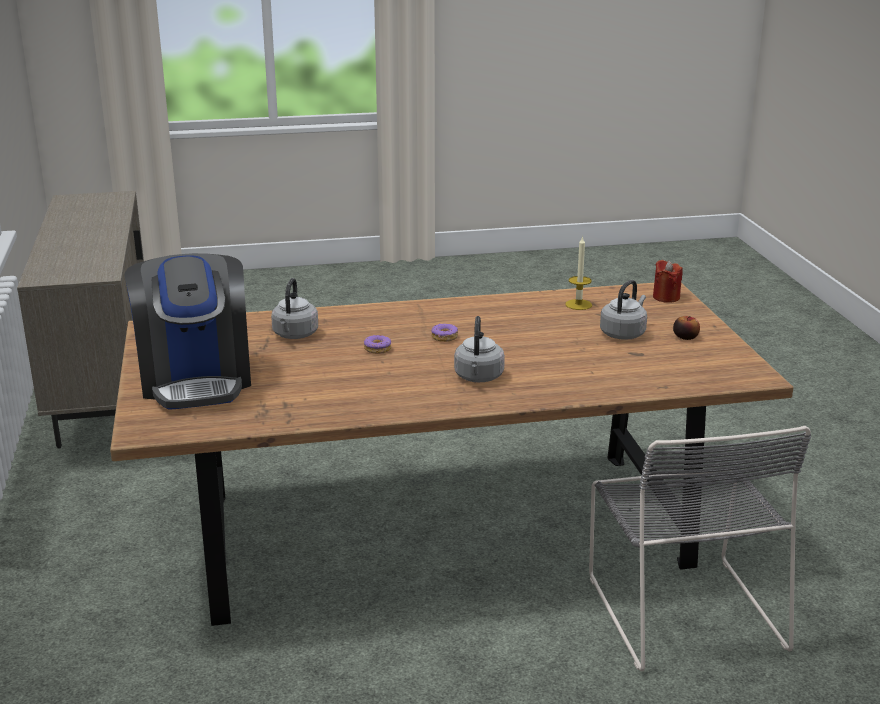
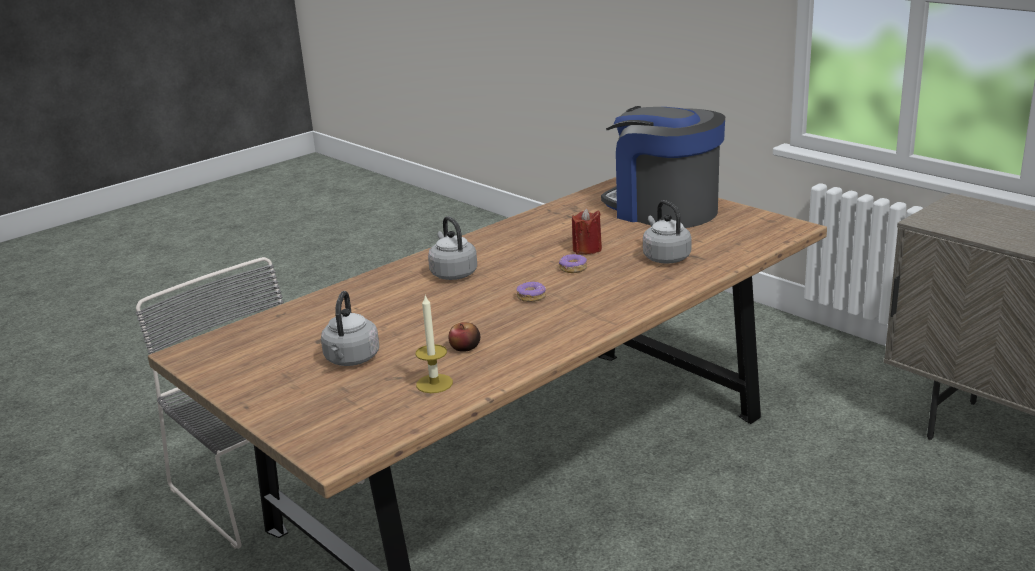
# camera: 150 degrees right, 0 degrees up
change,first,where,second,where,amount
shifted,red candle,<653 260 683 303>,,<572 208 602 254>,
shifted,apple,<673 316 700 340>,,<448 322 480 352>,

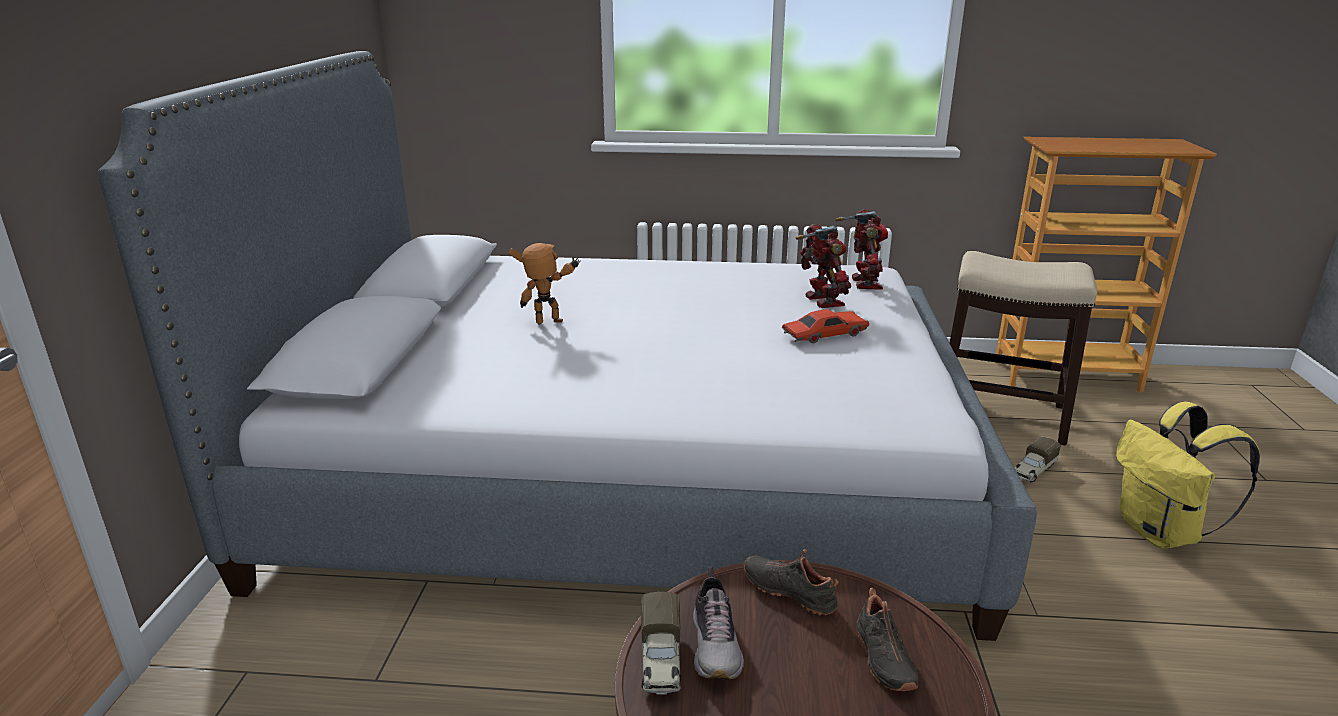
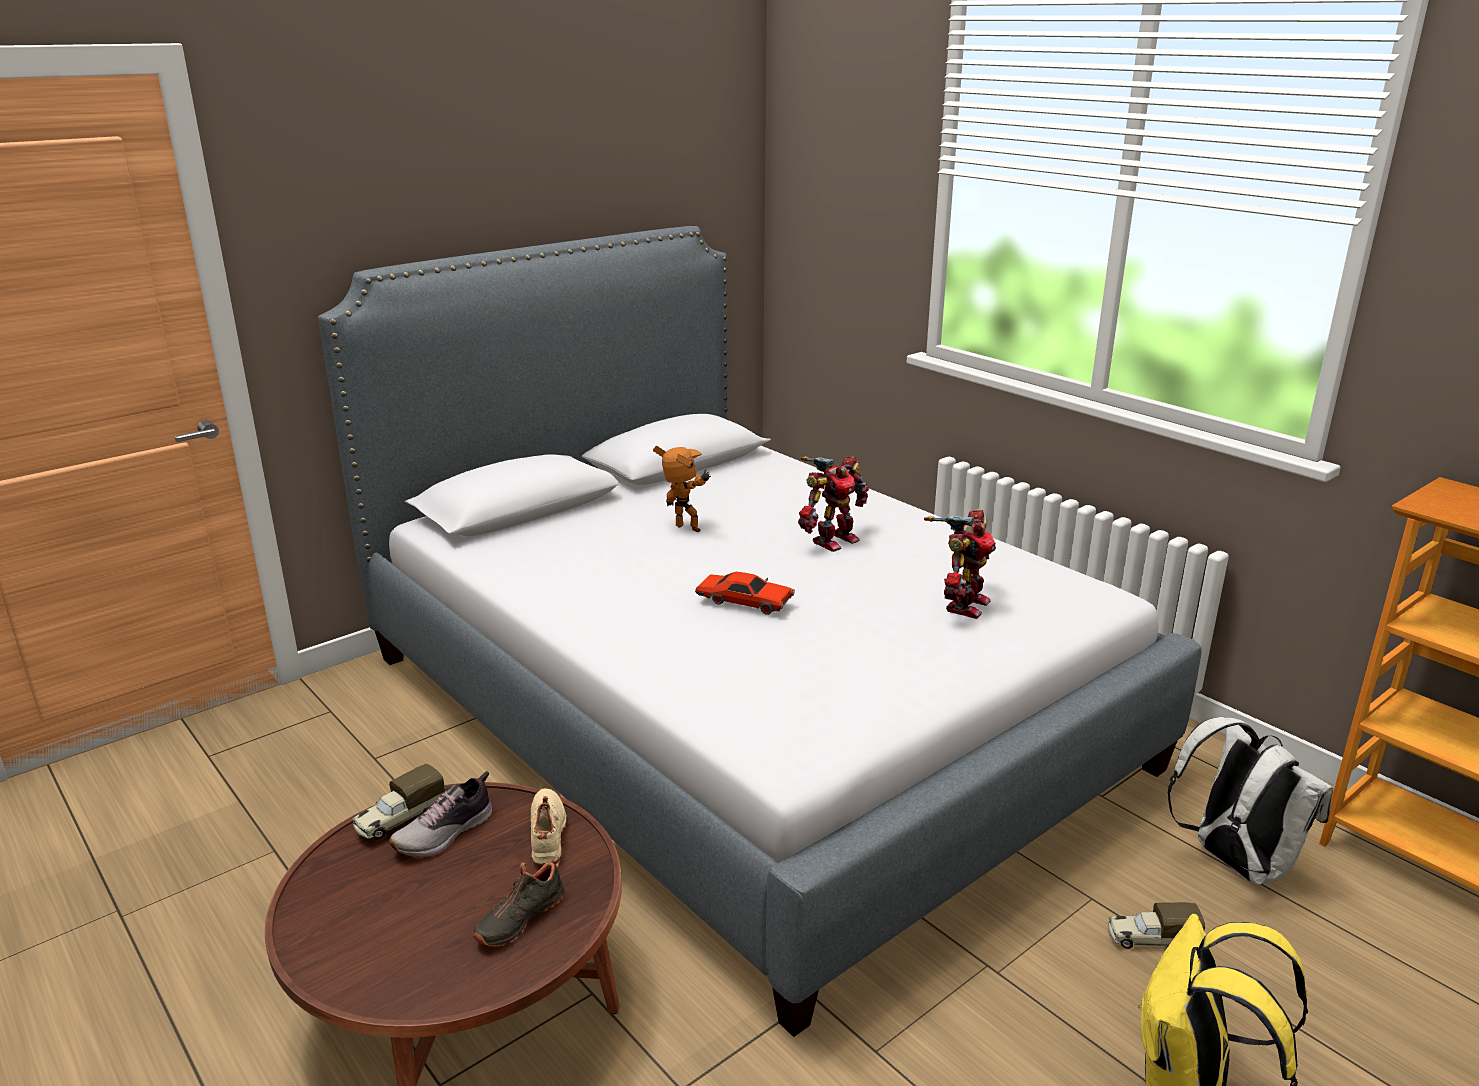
# camera: 45 degrees right, 0 degrees up
change,first,where,second,where,amount
shifted,red toy car,<782 309 869 343>,,<695 572 795 615>,
shifted,toy robot,<836 209 888 290>,,<798 456 869 552>,
swapped,stool,<950 251 1097 445>,white backpack,<1167 717 1333 885>,
repainted,black shoe,<744 549 838 615>,beige shoe,<531 788 567 865>,

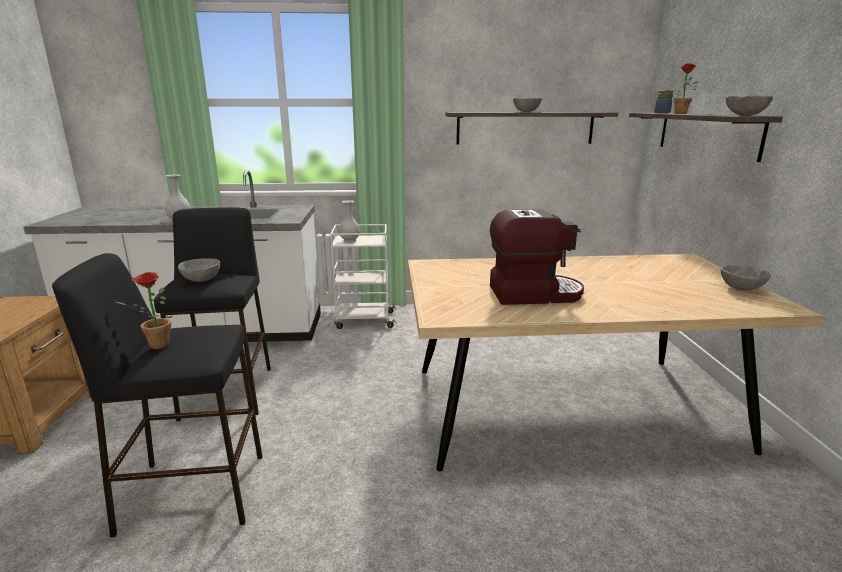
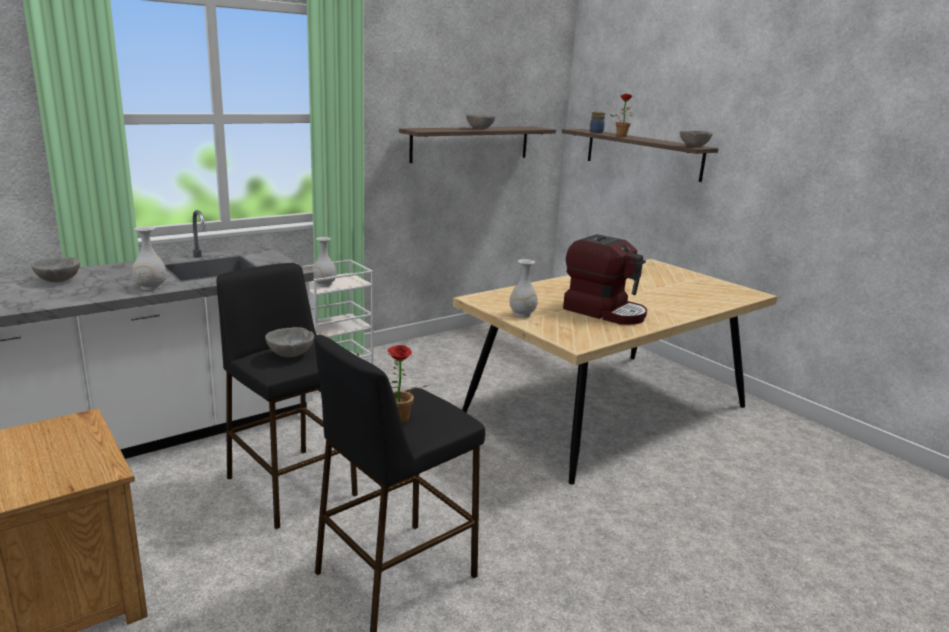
# camera: 35 degrees left, 0 degrees up
change,first,where,second,where,amount
new,,,white vase,<509 259 538 317>,
shifted,grey bowl,<721 265 771 290>,,<31 257 80 282>,
rotated,coffee machine,<490 209 584 305>,,<563 234 647 325>,75 degrees clockwise

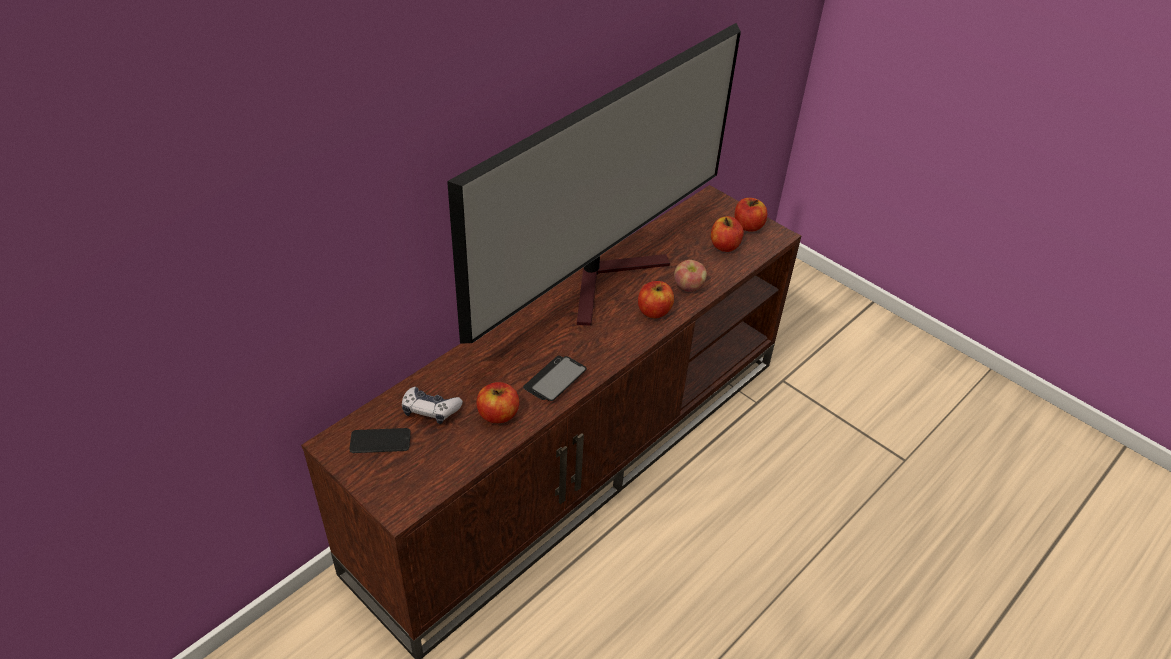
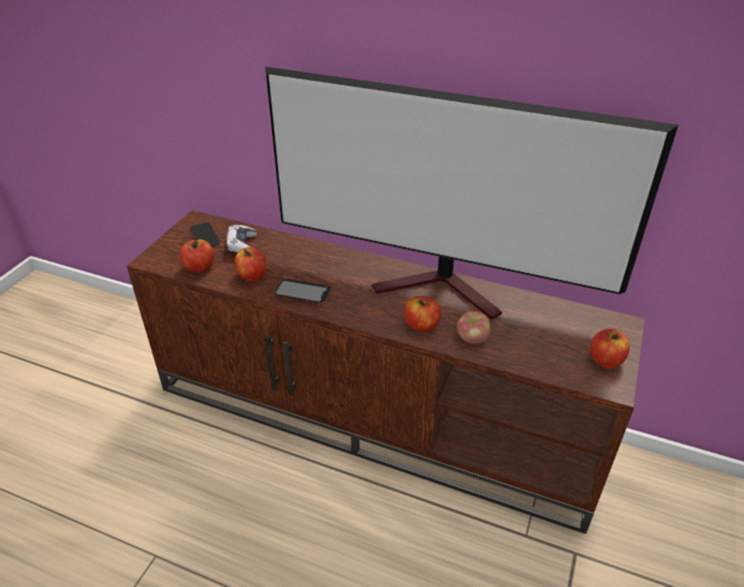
# camera: 70 degrees right, 5 degrees down
change,first,where,second,where,amount
shifted,apple,<711 216 744 252>,,<180 239 214 272>,

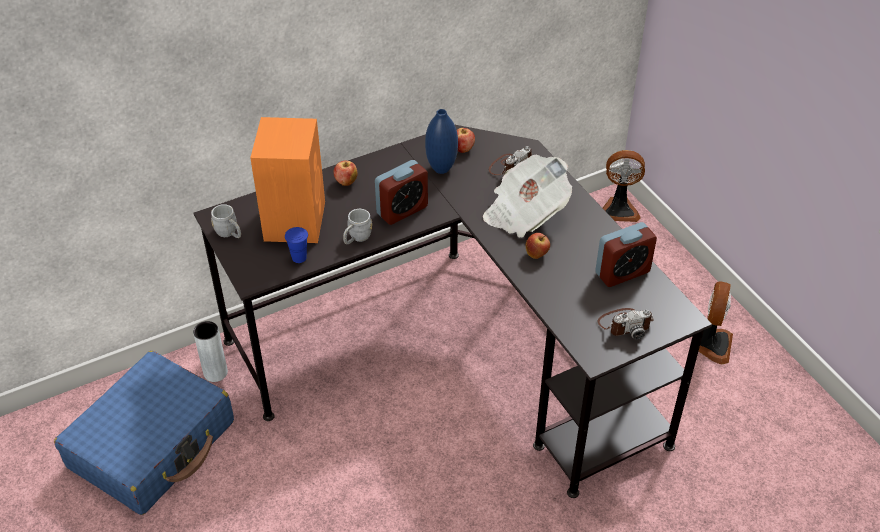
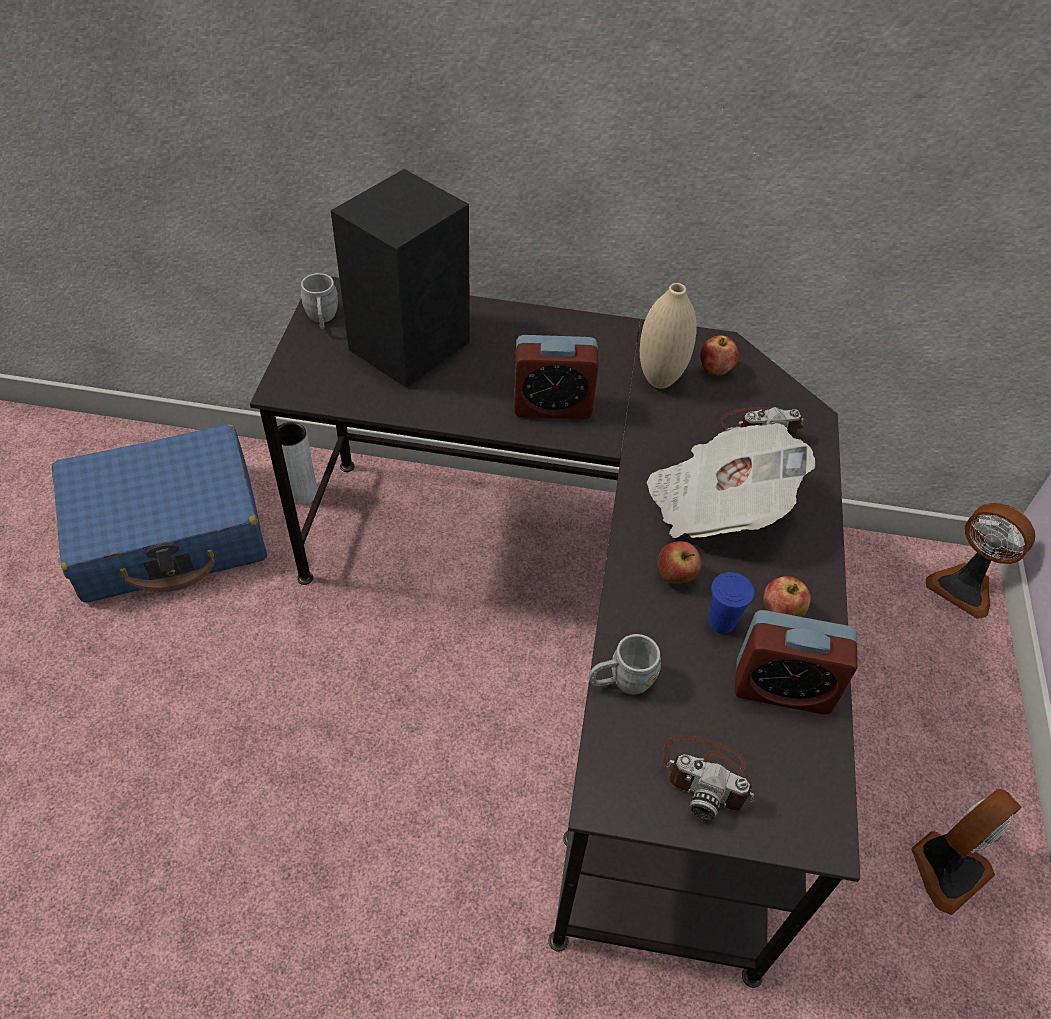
# camera: 35 degrees right, 5 degrees up
change,first,where,second,where,amount
shifted,blue cup,<285 227 308 263>,,<709 572 755 634>,
shifted,apple,<334 161 358 186>,,<763 576 811 617>,
shifted,grey mug,<343 209 372 244>,,<589 634 661 695>,
repainted,orange speaker,<250 117 325 243>,black speaker,<331 169 470 388>,
repainted,blue vase,<425 109 458 174>,beige vase,<640 283 697 389>,

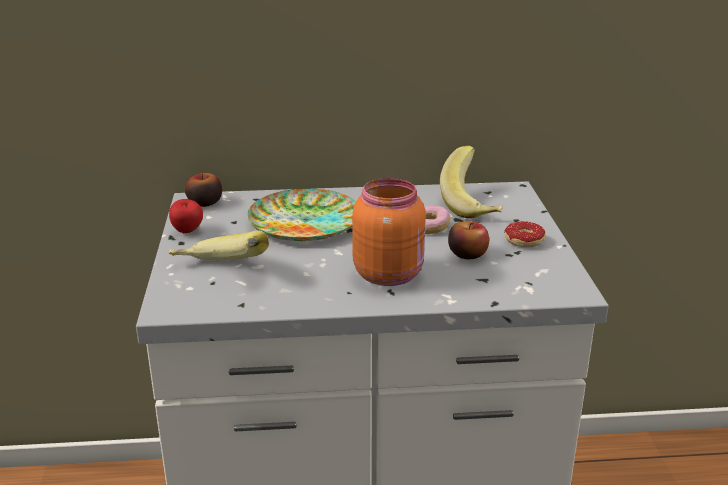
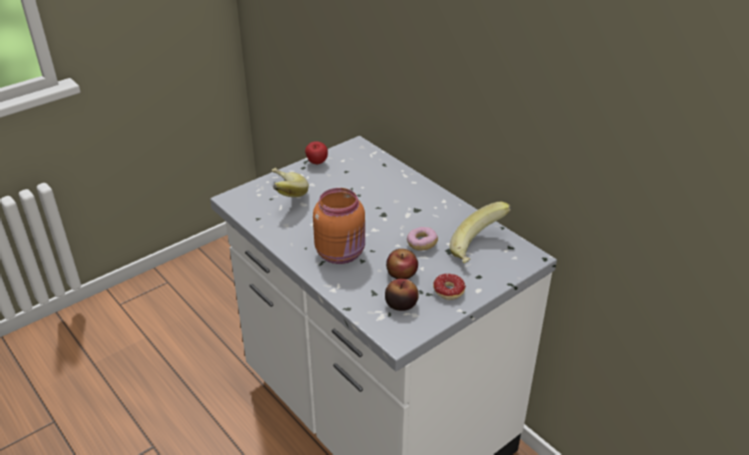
# camera: 55 degrees right, 10 degrees up
change,first,where,second,where,amount
gone,plate,<247 189 356 241>,,,
shifted,apple,<185 172 222 207>,,<385 279 419 311>,

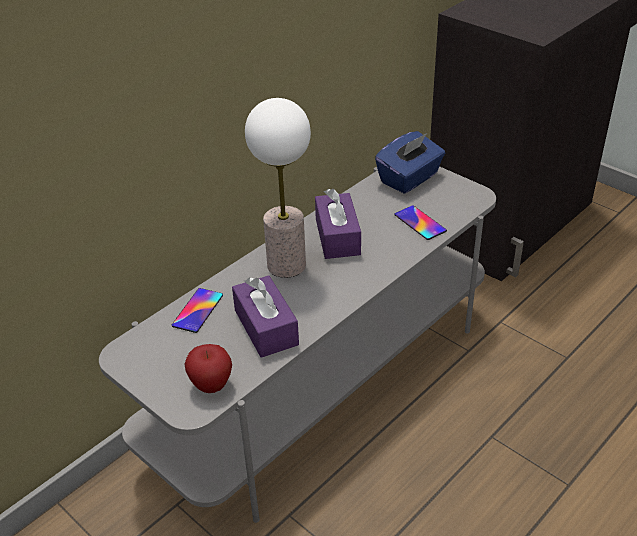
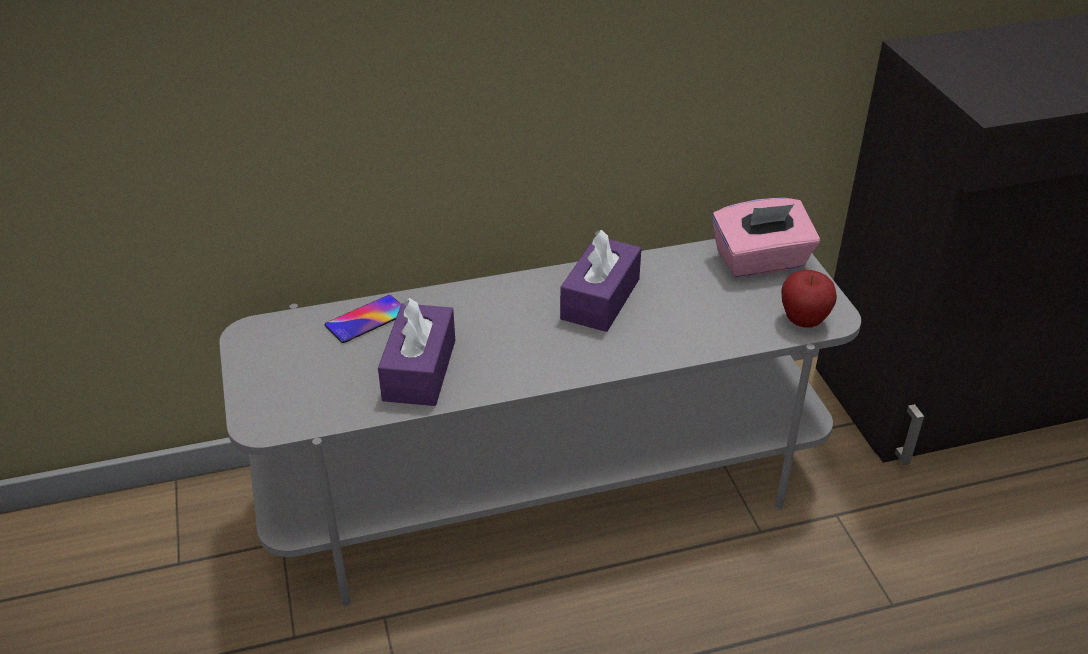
# camera: 30 degrees right, 0 degrees up
change,first,where,second,where,amount
gone,table lamp,<245 98 311 278>,,,
gone,phone,<394 205 447 240>,,,
shifted,apple,<184 344 232 393>,,<781 270 837 327>,
repainted,blue tissue box,<375 131 445 193>,pink tissue box,<712 198 820 278>,

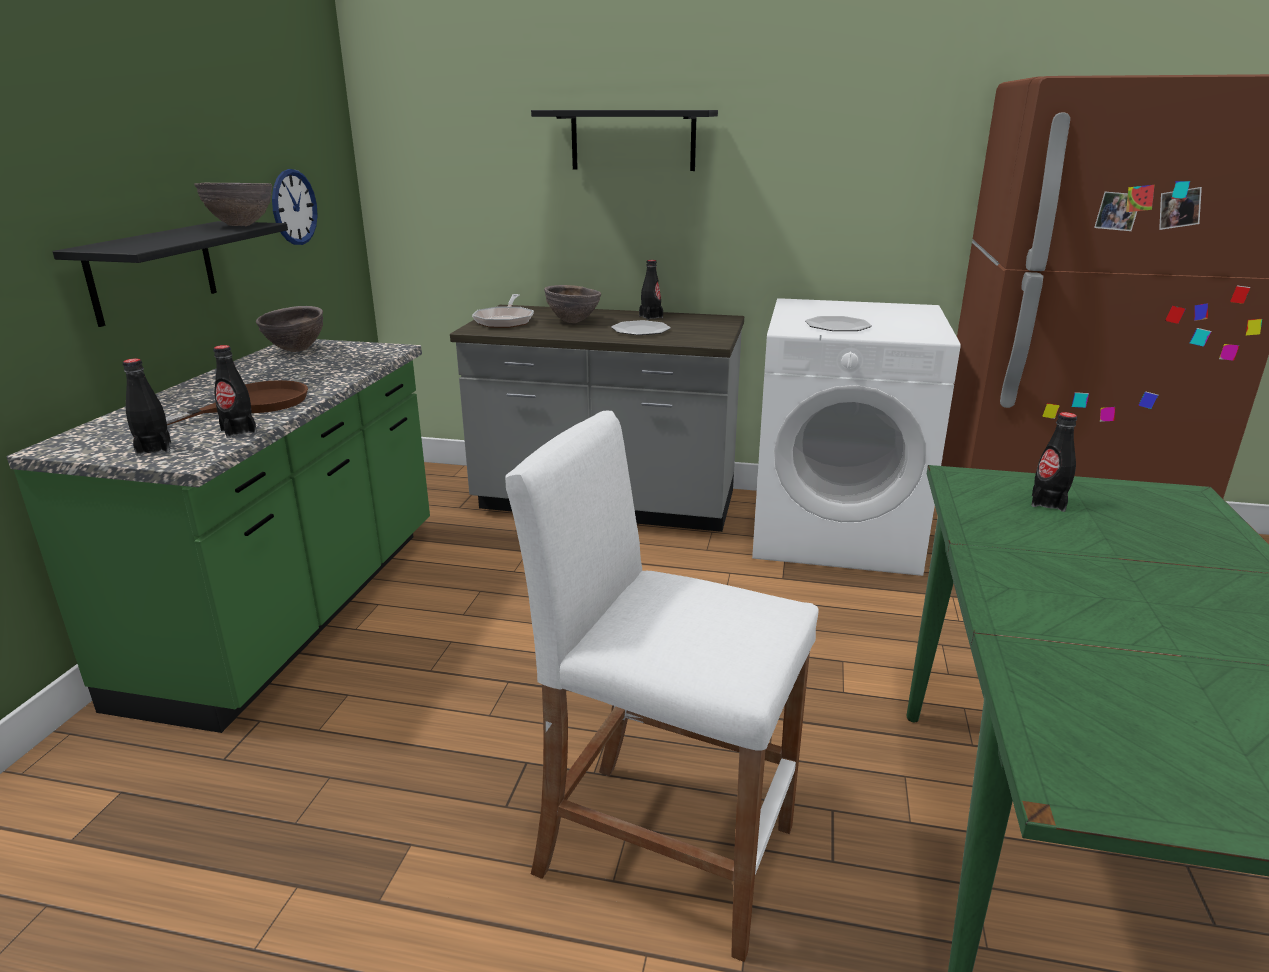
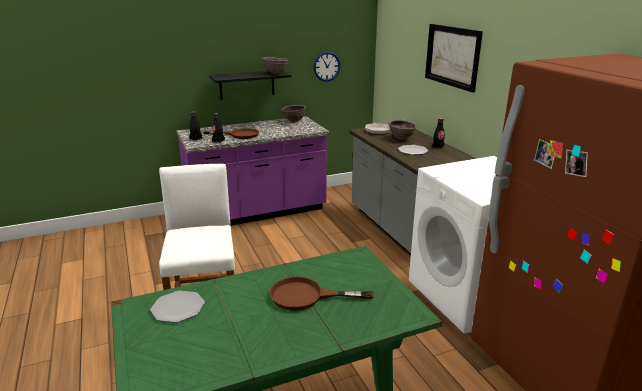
# camera: 55 degrees right, 0 degrees up
change,first,where,second,where,amount
gone,black bottle,<1031 412 1077 512>,,,
new,,,brown frying pan,<270 276 374 311>,
shifted,plate,<805 316 872 331>,,<150 291 205 323>,
swapped,black shelf,<531 110 718 171>,picture,<425 24 483 93>,
repainted,green counter,<7 339 430 733>,purple counter,<176 116 329 226>,

